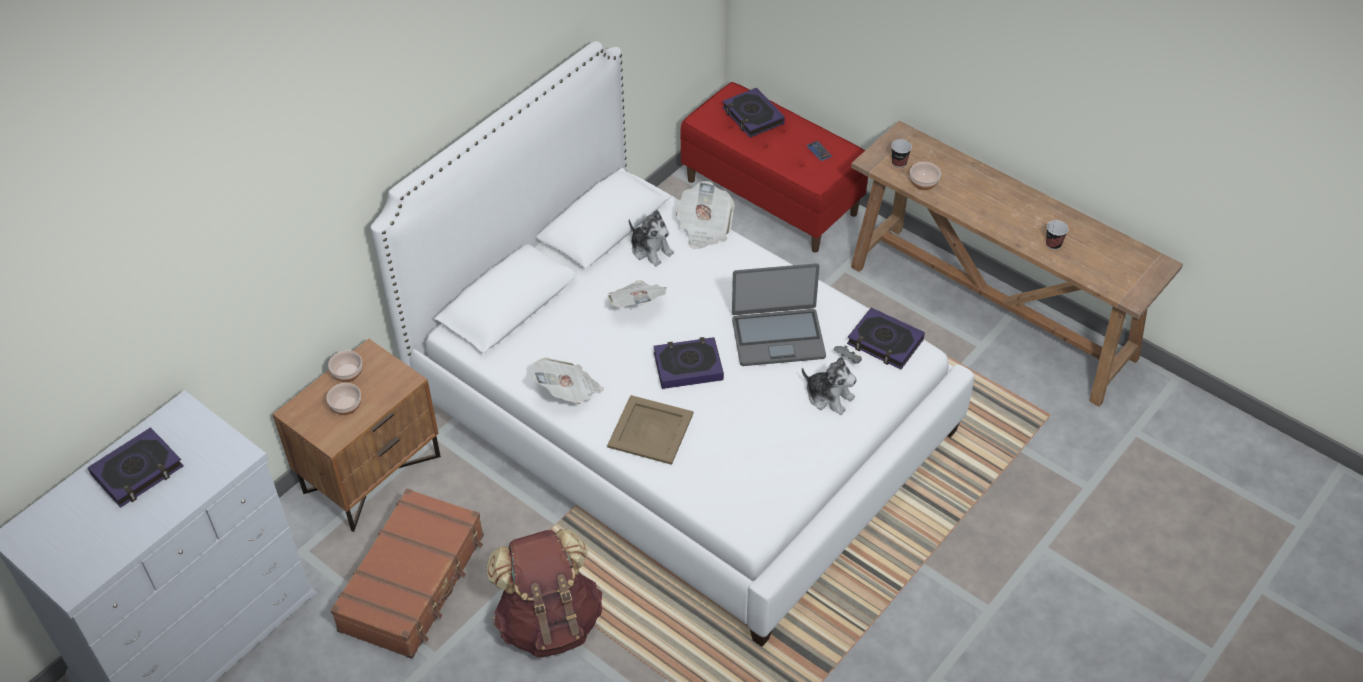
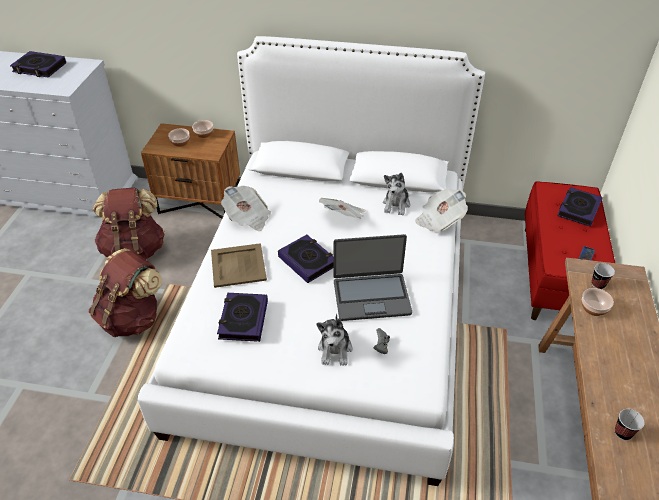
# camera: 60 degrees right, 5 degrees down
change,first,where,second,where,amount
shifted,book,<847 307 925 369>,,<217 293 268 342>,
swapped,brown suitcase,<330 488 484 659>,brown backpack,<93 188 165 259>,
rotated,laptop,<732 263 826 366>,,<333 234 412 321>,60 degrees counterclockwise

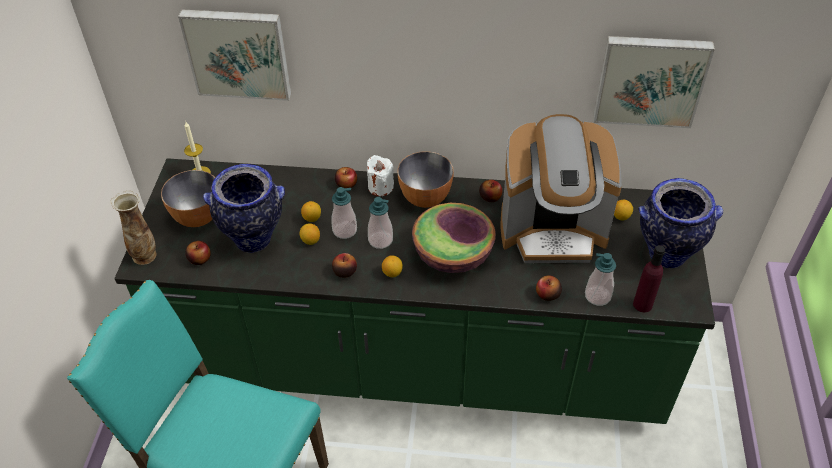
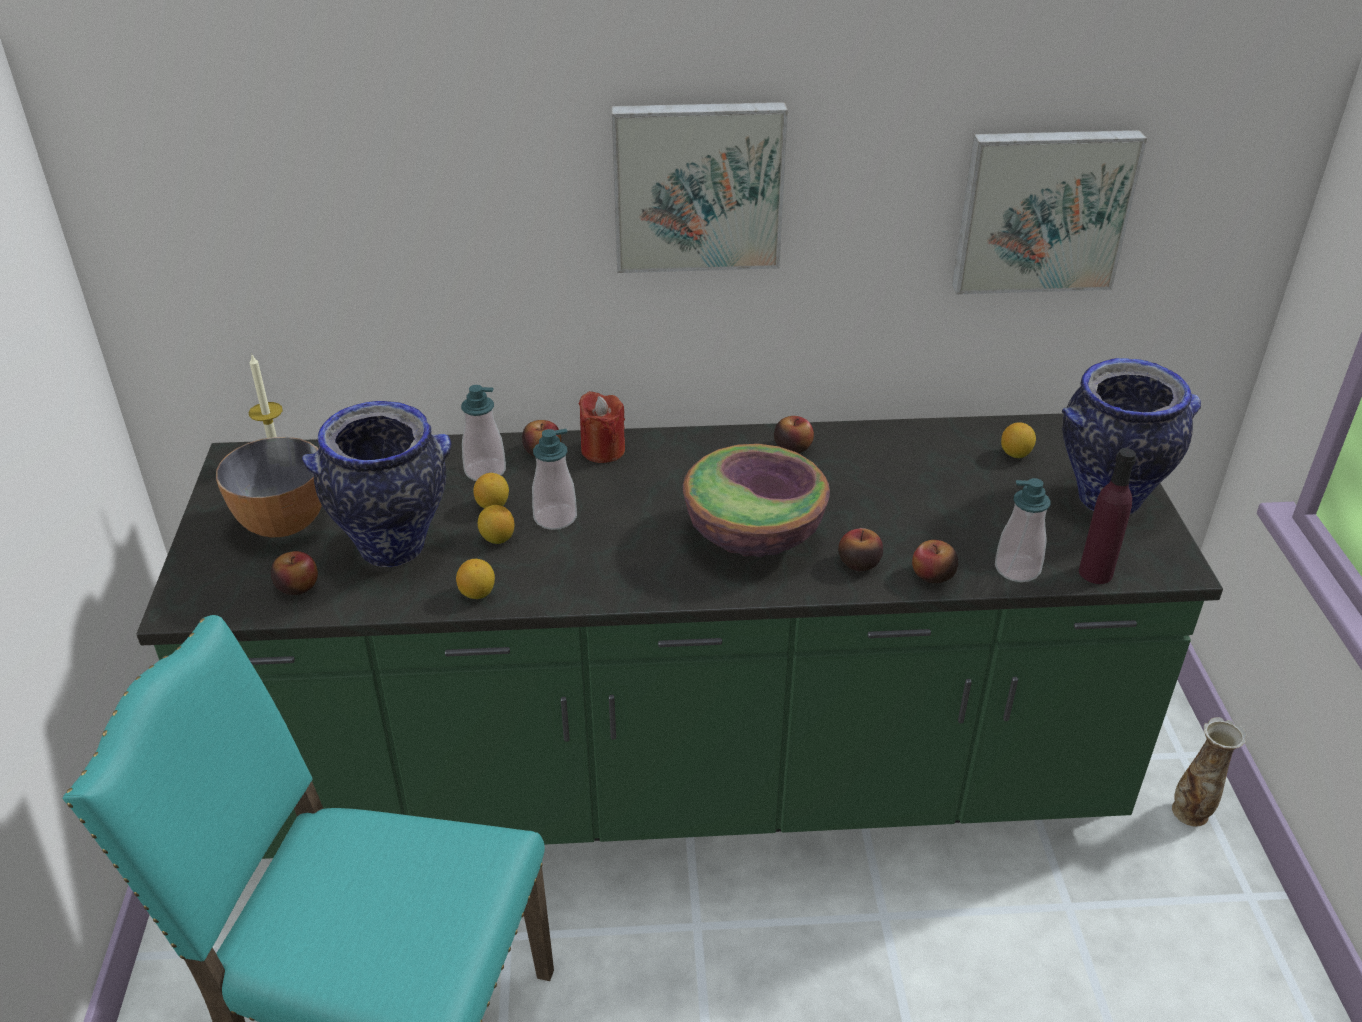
# camera: 10 degrees left, 10 degrees down
change,first,where,second,where,amount
gone,bowl,<397 151 454 208>,,,
gone,coffee machine,<500 114 622 263>,,,
shifted,vase,<110 191 157 265>,,<1172 717 1247 826>,
shifted,picture,<178 10 291 101>,,<611 102 788 273>,
shifted,apple,<332 253 357 278>,,<838 528 883 571>,
shifted,soap dispenser,<368 197 393 249>,,<461 385 506 481>,
shifted,lemon,<382 255 403 277>,,<456 559 495 599>,
repainted,white candle,<367 155 394 196>,red candle,<578 391 625 463>,

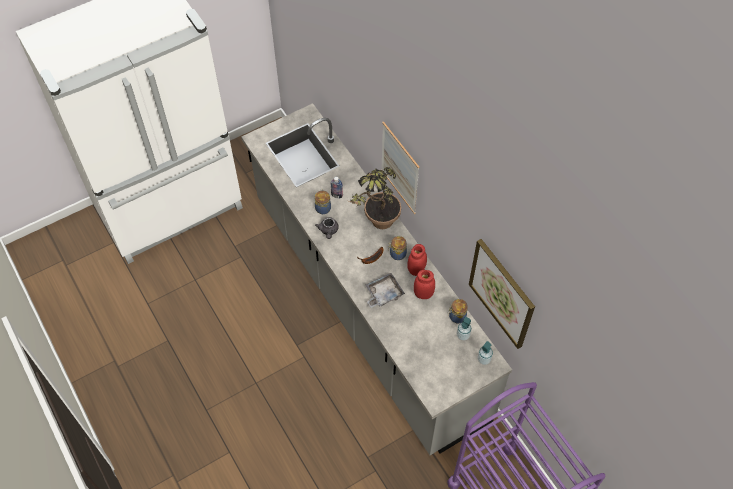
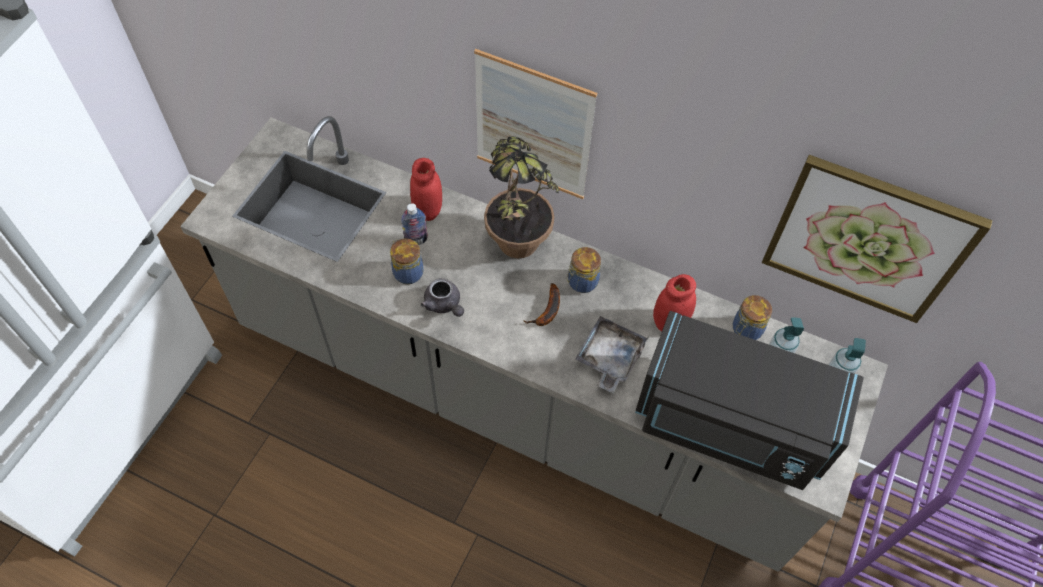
# camera: 35 degrees left, 0 degrees up
change,first,where,second,where,amount
new,,,black microwave,<635 311 864 490>,
shifted,red jar,<407 244 427 276>,,<410 158 442 221>,

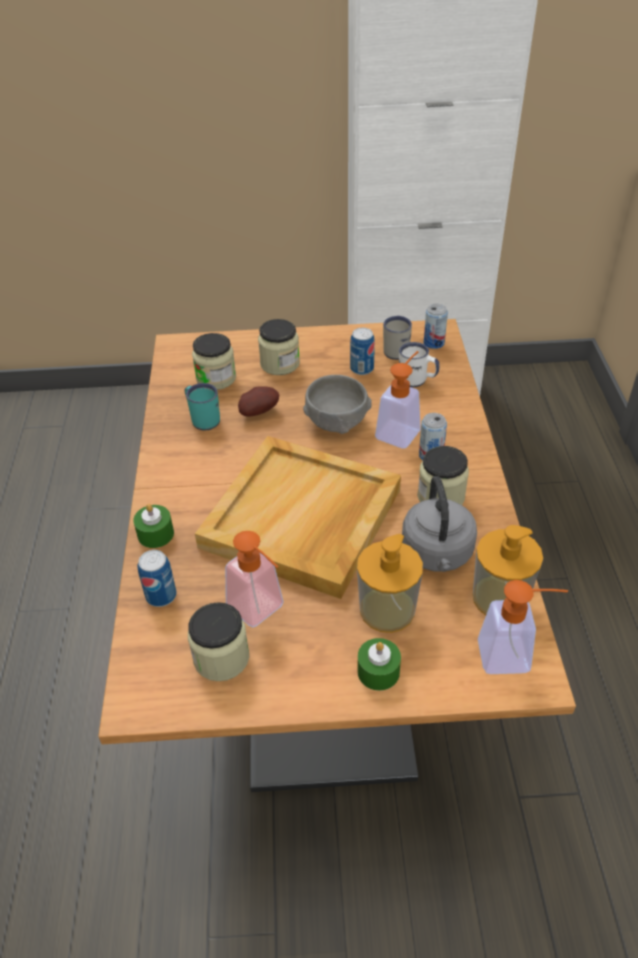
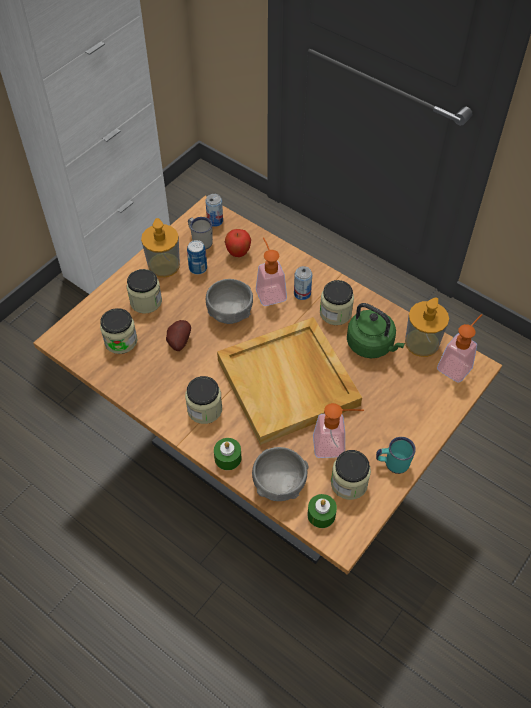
# camera: 50 degrees left, 10 degrees up
change,first,where,second,where,amount
new,,,jar,<185 376 222 424>,
shifted,turquoise mug,<185 383 220 430>,,<376 437 416 474>,
shifted,soap dispenser,<357 534 423 633>,,<141 218 180 277>,
shifted,green candle,<357 638 401 691>,,<307 494 337 528>,
swapped,can,<138 550 177 607>,grey bowl,<252 447 309 501>,
swapped,white mug,<399 342 440 387>,apple,<225 229 251 257>,
repainted,grey kettle,<402 476 477 572>,green kettle,<347 303 405 358>,

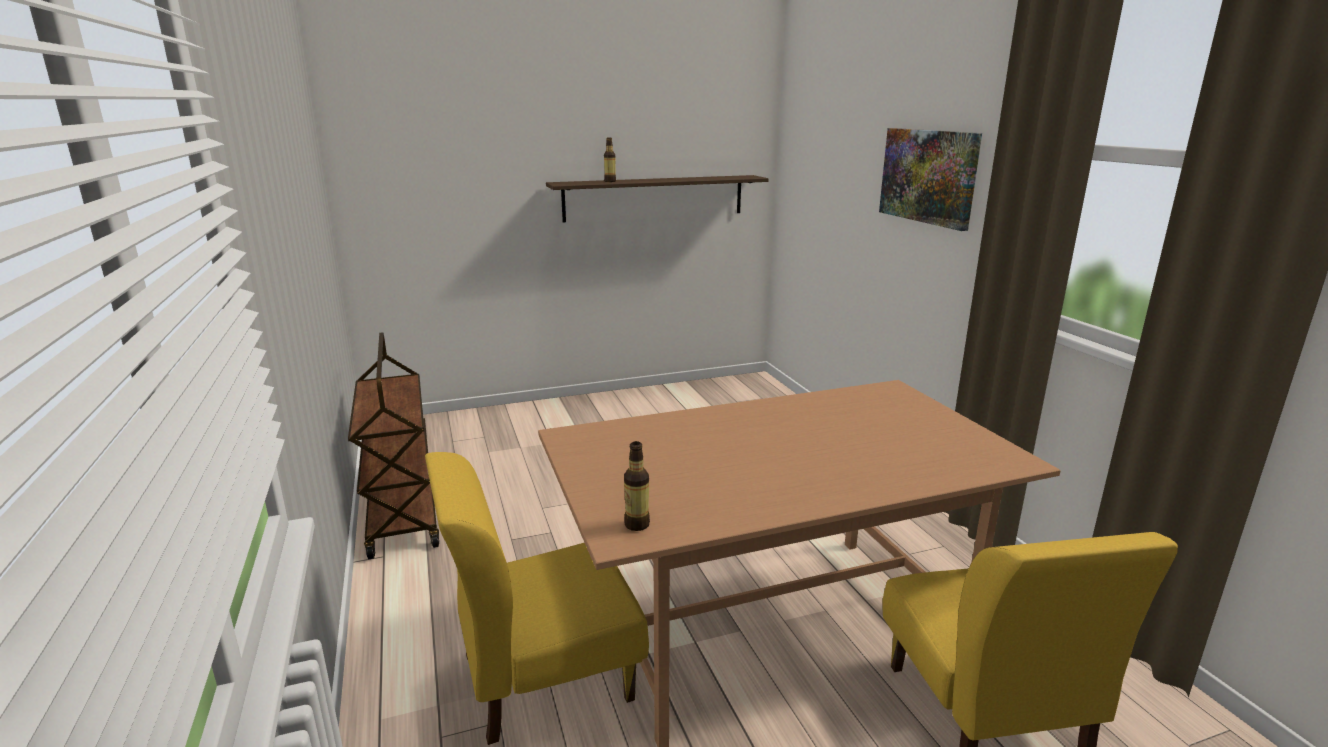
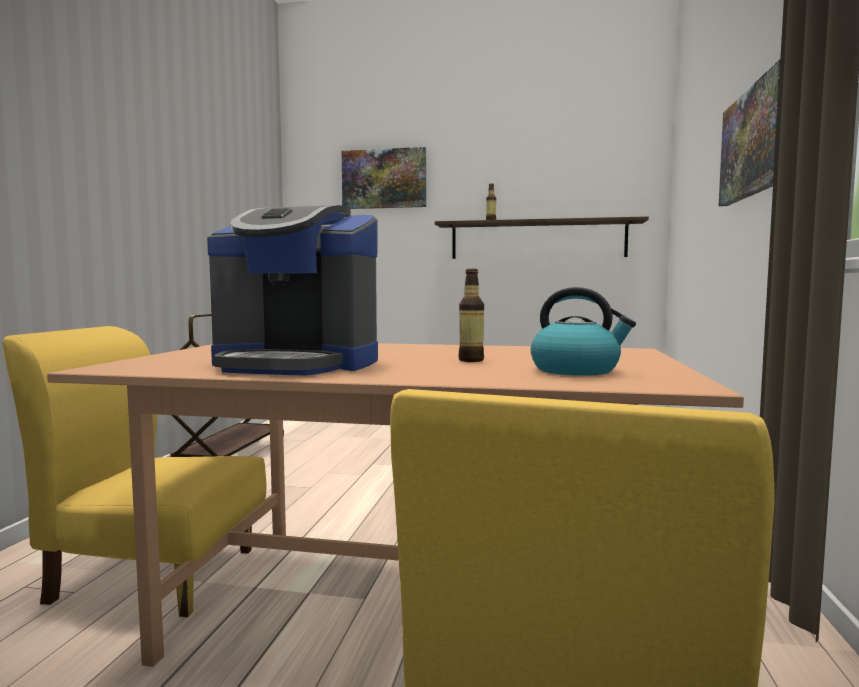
# camera: 30 degrees right, 15 degrees down
change,first,where,second,where,amount
new,,,coffee machine,<207 205 378 376>,
new,,,picture,<342 147 426 209>,
new,,,kettle,<531 287 636 376>,
shifted,bottle,<624 441 650 531>,,<458 268 484 362>,

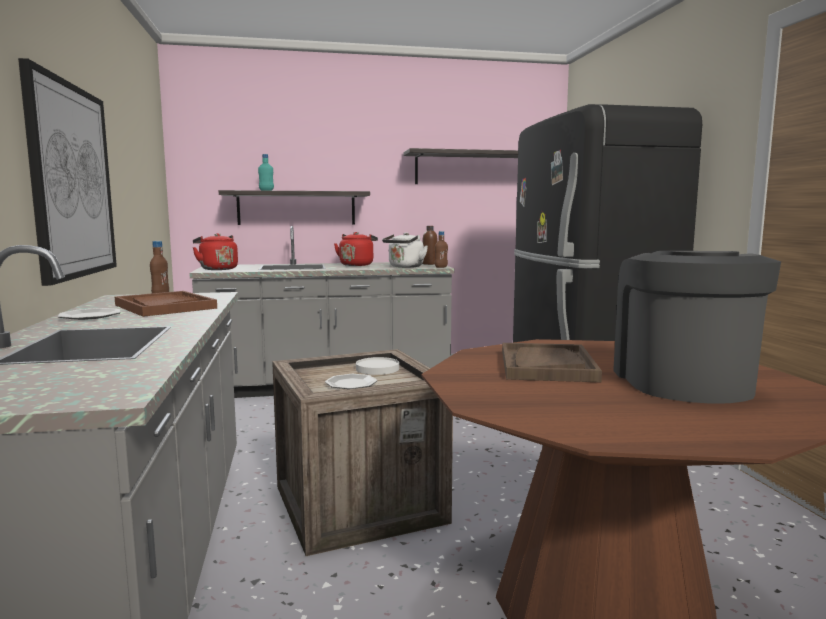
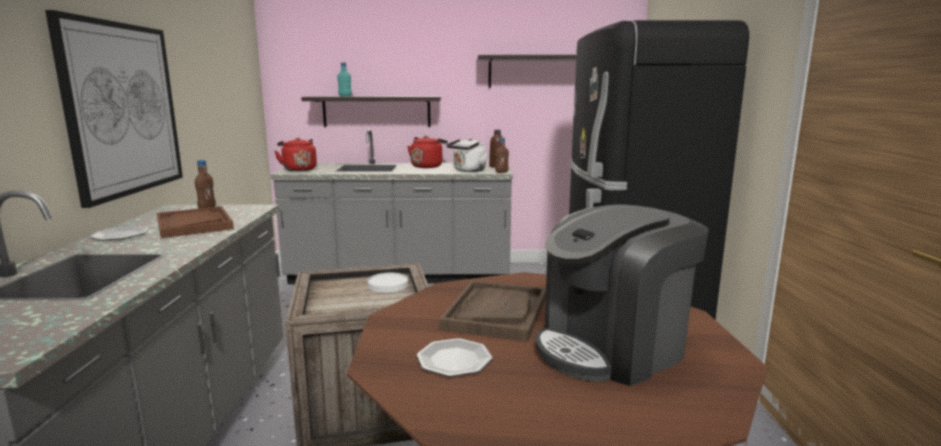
# camera: 10 degrees right, 5 degrees up
change,first,where,second,where,amount
shifted,plate,<325 374 377 389>,,<417 338 493 377>,
rotated,coffee machine,<613 251 781 404>,,<535 204 709 386>,135 degrees counterclockwise

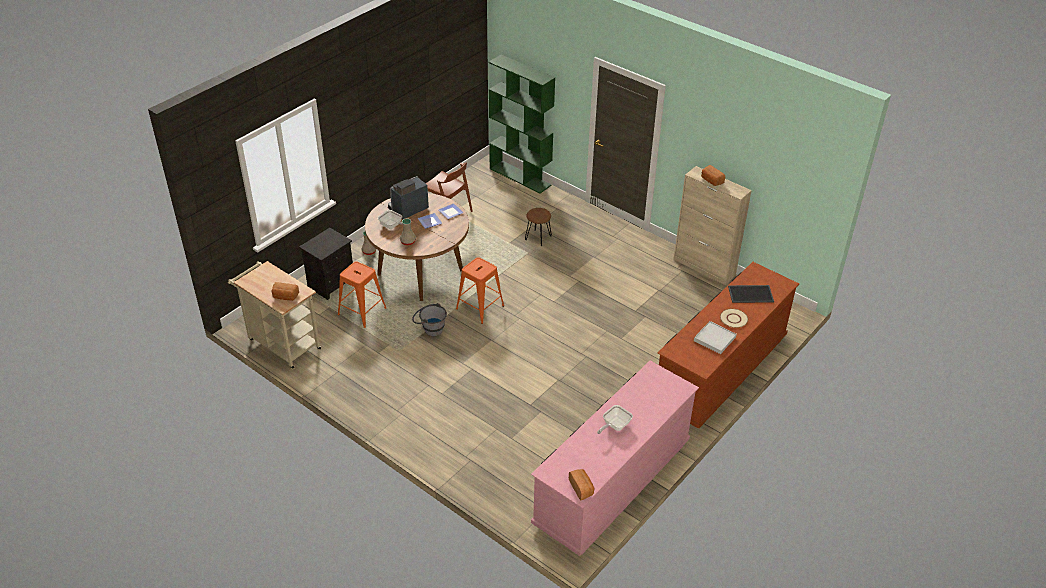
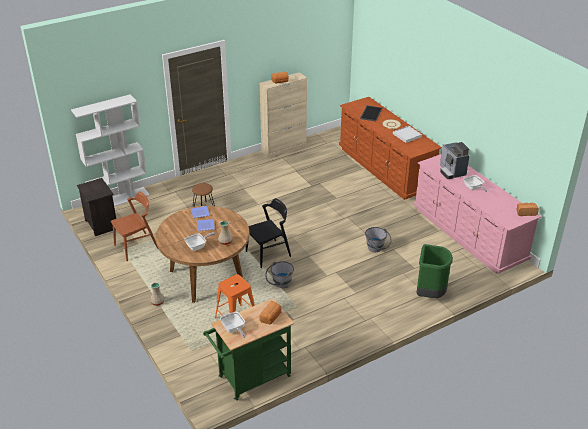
# camera: 70 degrees left, 5 degrees down
change,first,where,second,where,amount
new,,,frying pan,<220 312 245 338>,
new,,,grey bucket,<365 227 392 252>,
new,,,green trash can,<417 244 453 298>,
shifted,black nightstand,<299 228 353 300>,,<77 178 116 236>,
shifted,coffee machine,<388 176 429 220>,,<440 142 470 179>,
swapped,orange stool,<456 257 504 324>,black chair,<246 198 291 268>,
repainted,beige cart,<228 261 322 370>,green cart,<203 299 294 401>,
repainted,green bookcase,<488 55 555 194>,white bookcase,<71 94 150 206>,

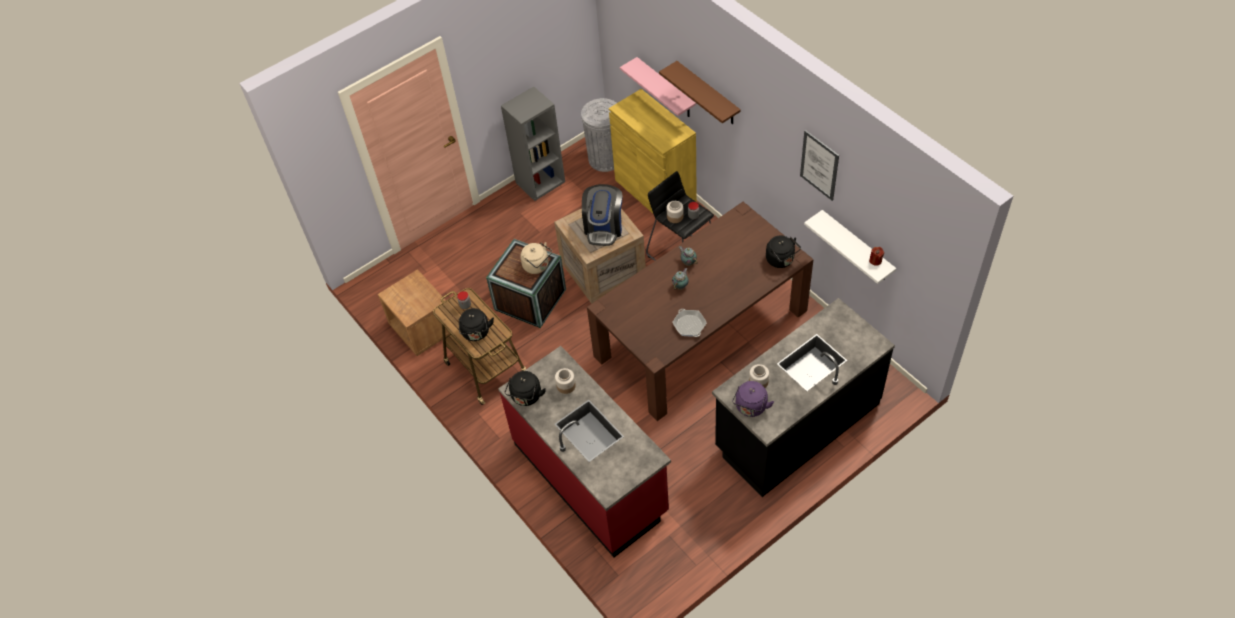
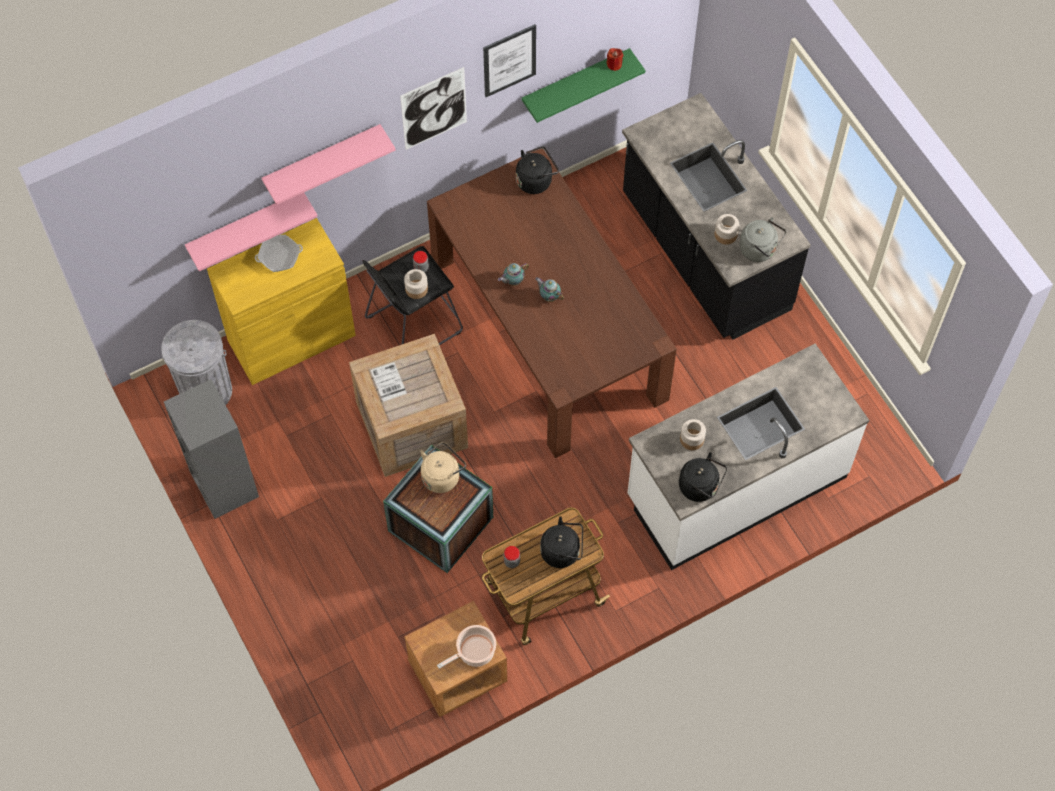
# camera: 85 degrees left, 10 degrees up
change,first,where,second,where,amount
gone,coffee machine,<582 184 622 246>,,,
new,,,picture,<400 67 467 150>,
new,,,cooking pot,<437 625 496 669>,
shifted,frying pan,<672 309 707 337>,,<255 235 303 272>,
repainted,red counter,<498 346 671 557>,white counter,<628 343 869 570>,
repainted,brown shelf,<659 61 741 124>,pink shelf,<262 124 396 205>,
repainted,purple kettle,<732 381 774 417>,grey kettle,<739 217 786 262>,
repainted,white shelf,<804 210 896 284>,green shelf,<522 48 645 123>,

